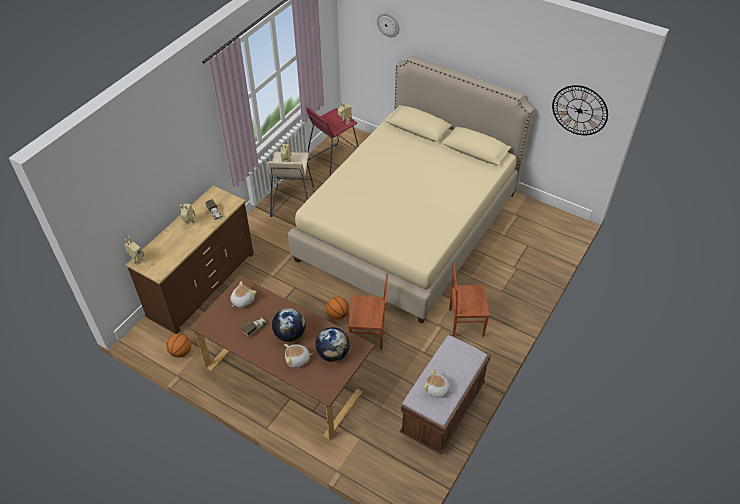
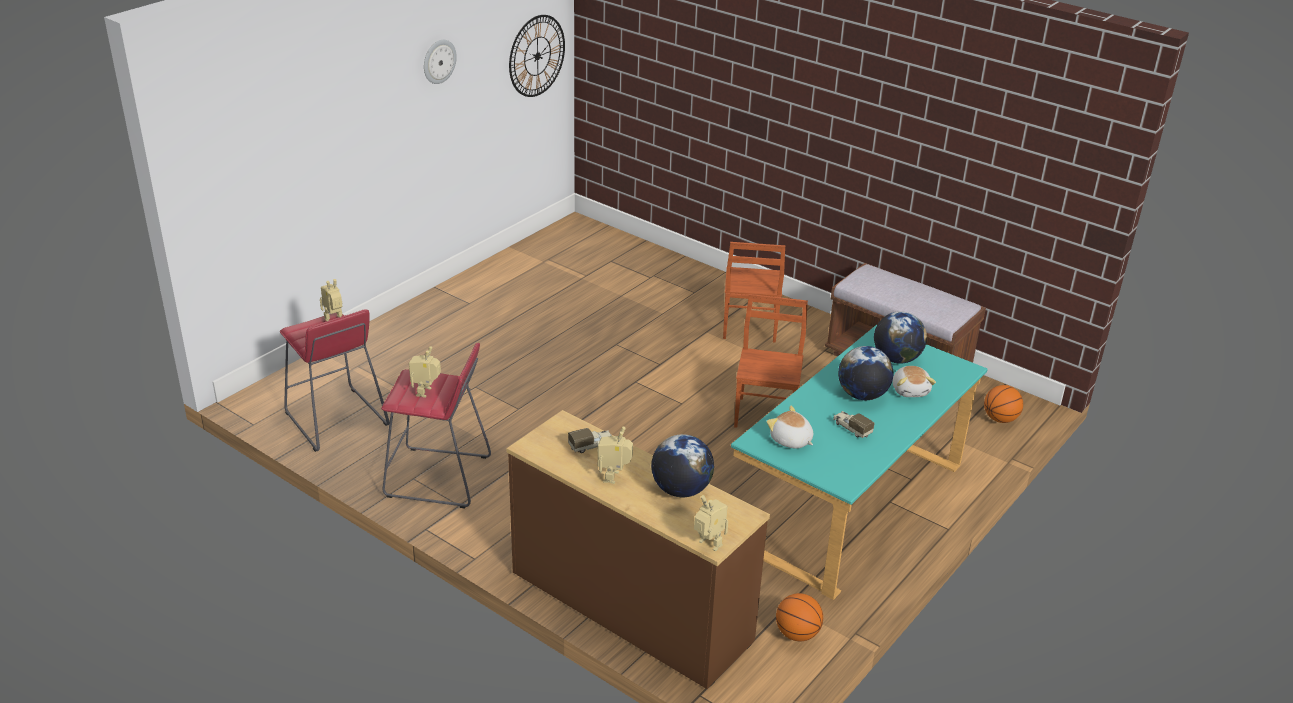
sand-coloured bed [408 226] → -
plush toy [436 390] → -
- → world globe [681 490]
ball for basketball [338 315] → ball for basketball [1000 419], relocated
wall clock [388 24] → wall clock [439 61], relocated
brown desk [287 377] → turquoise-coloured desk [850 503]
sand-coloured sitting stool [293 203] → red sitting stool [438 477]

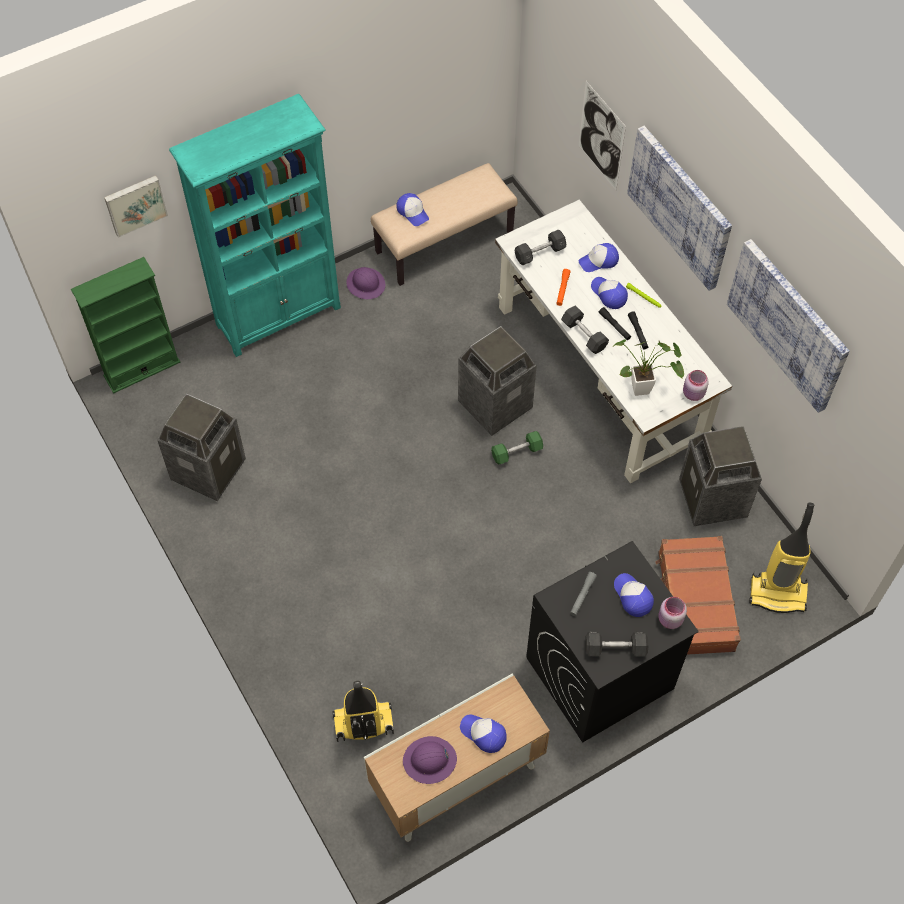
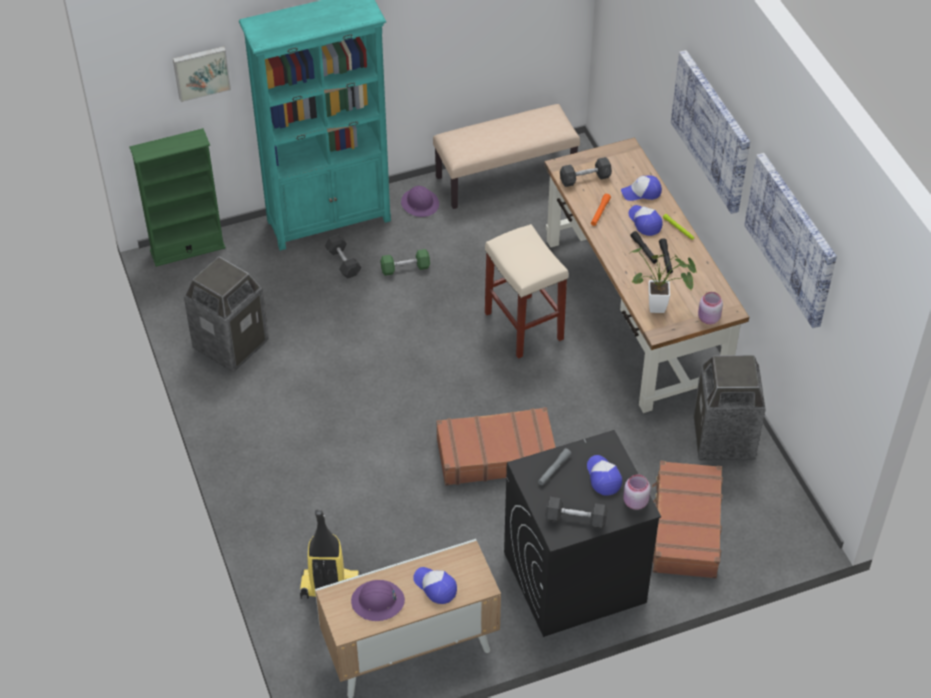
baseball cap [413 212] → -
wall art [601 136] → -
vacuum [778 593] → -
- → brown travel case [495 454]
green-coloured dumbbell [517 452] → green-coloured dumbbell [405 268], relocated
gray dumbbell [584 335] → gray dumbbell [343 262], relocated
trash can [494 405] → sand-coloured sitting stool [522 325]
white desk [601 373] → brown desk [635 311]

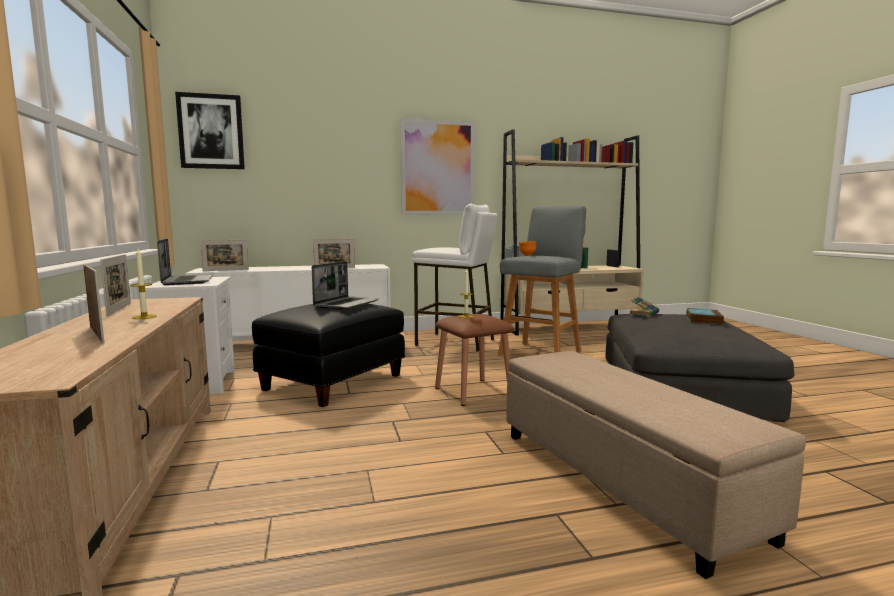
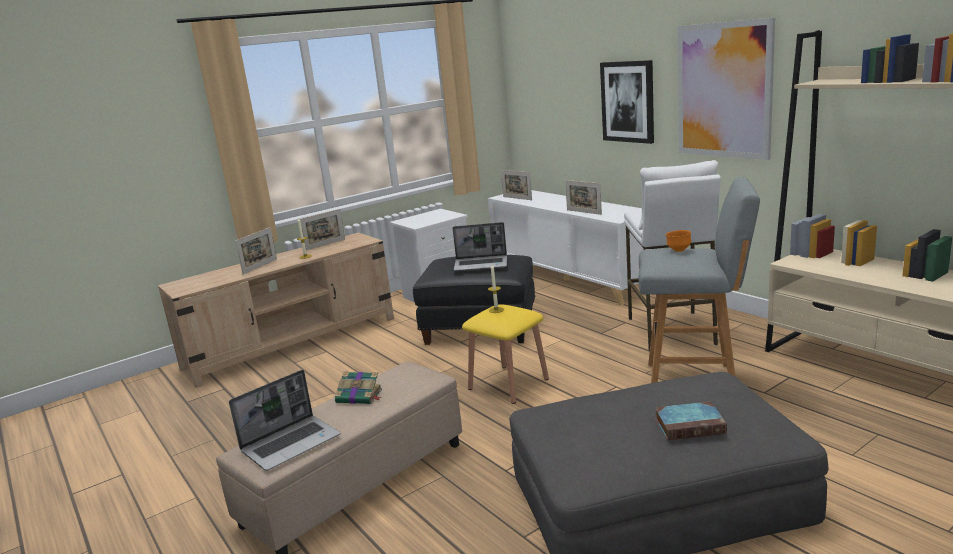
laptop [187 281] → laptop [291 443], relocated
wall art [211 132] → wall art [628 101], relocated
bound book [643 314] → bound book [360 396], relocated
brown sitting stool [473 391] → yellow sitting stool [508 384]

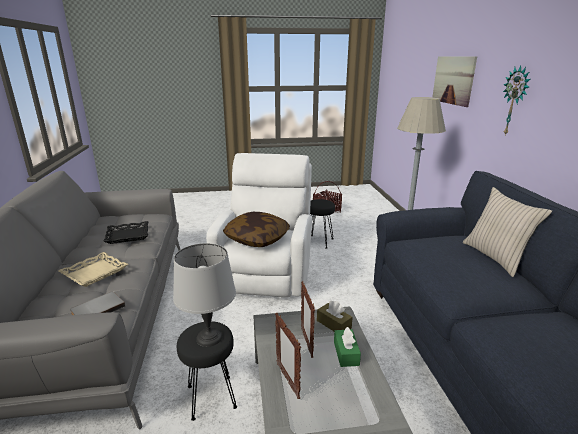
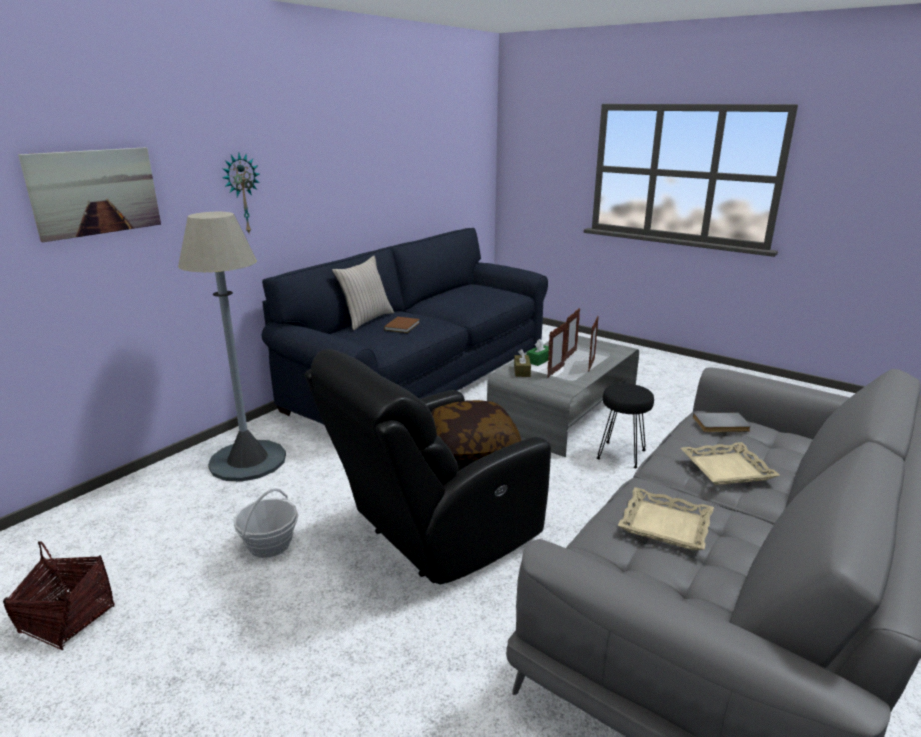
gray lamp for a table [210 337] → -
- → brown bound book [403 326]
- → photo frame [570 355]
black-coloured sitting stool [319 241] → household basket [269 544]
black-coloured carrying tray [128 235] → sand-coloured carrying tray [665 525]
white easy chair [266 273] → black-coloured easy chair [434 535]

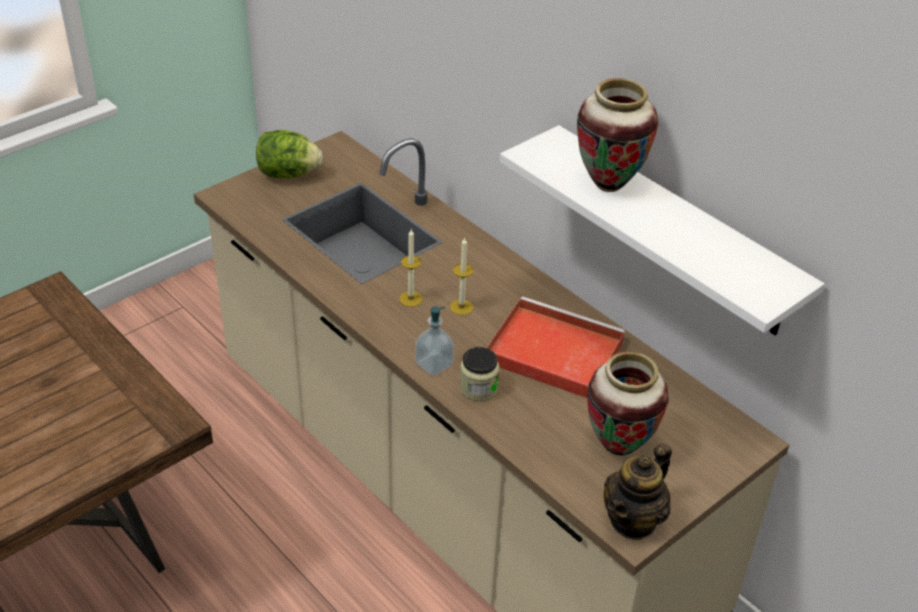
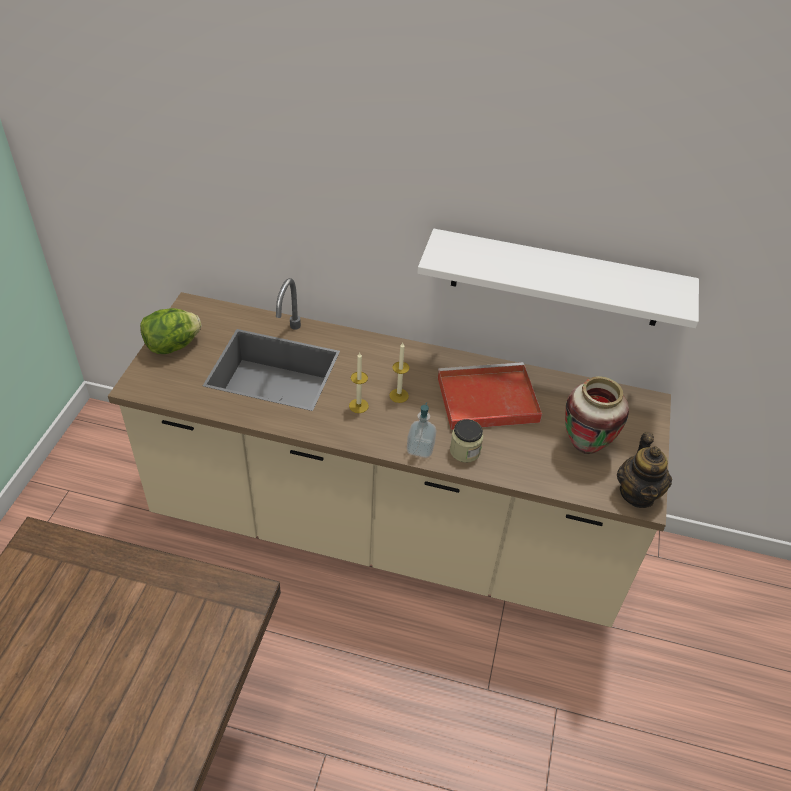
vase [609 185] → -

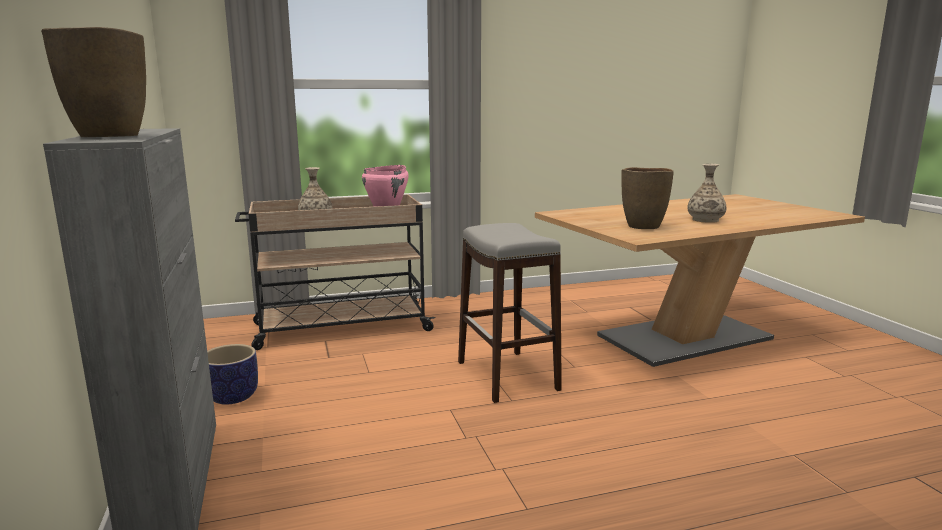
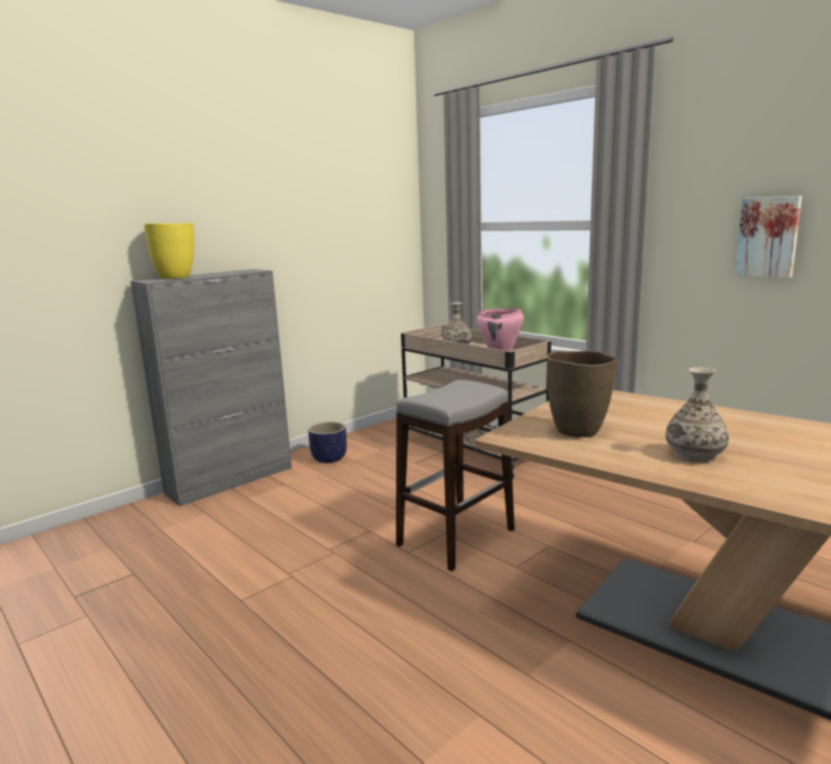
- → wall art [768 237]
brown vase [109 137] → yellow vase [175 277]

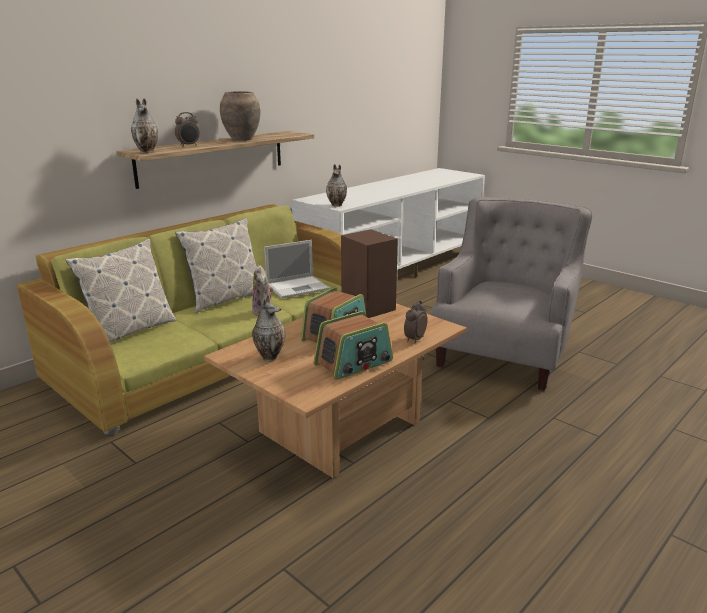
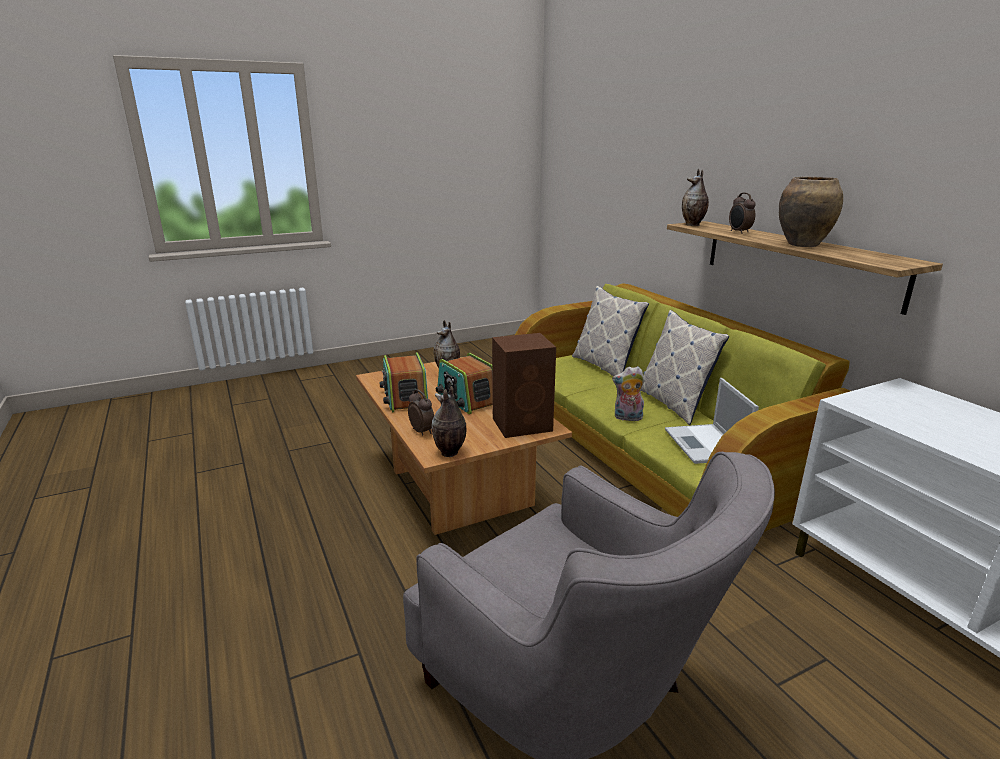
vase [337 205] → vase [449 453], relocated

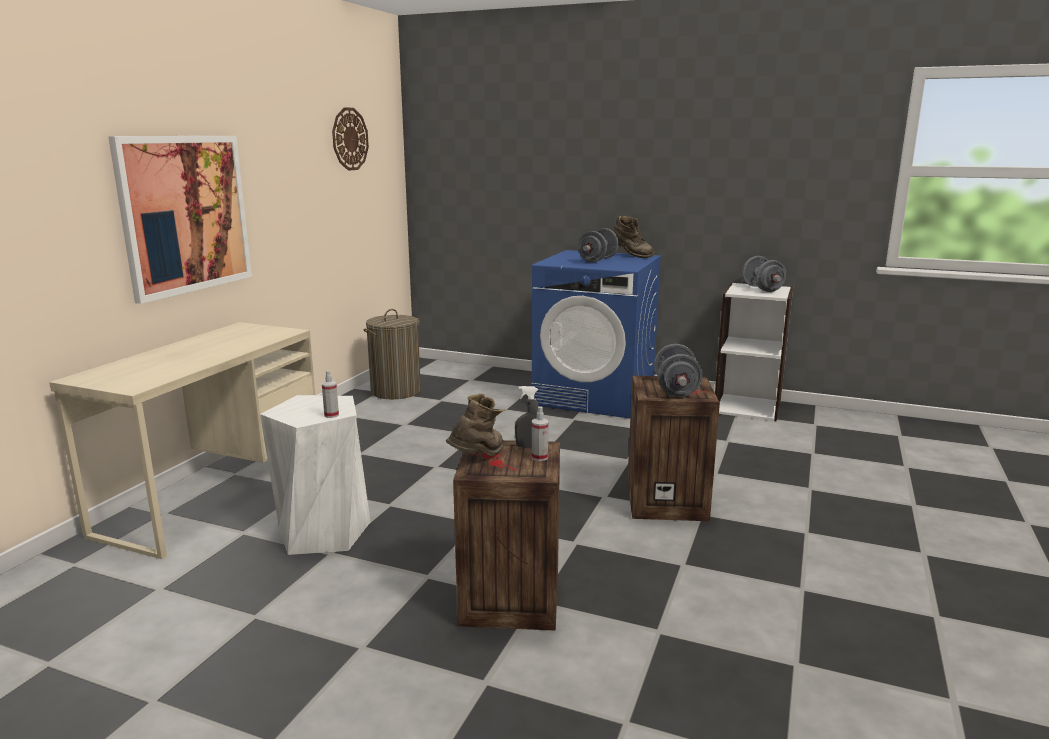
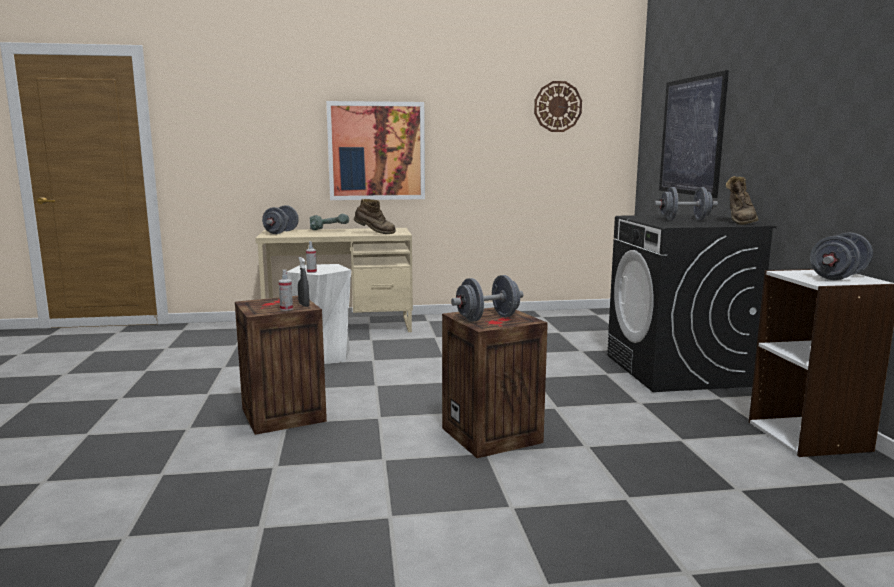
hamper [396 391] → -
- → gray dumbbell [281 232]
- → electric drill [330 230]
- → wall art [691 136]
brown high-top boot [478 459] → brown high-top boot [375 233], relocated
bluish washing machine [595 396] → black-coloured washing machine [677 370]

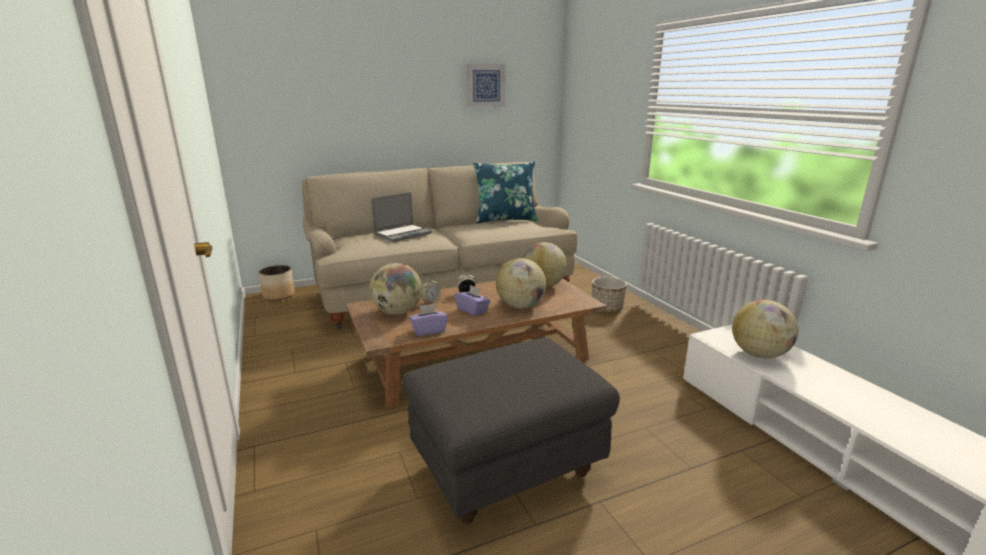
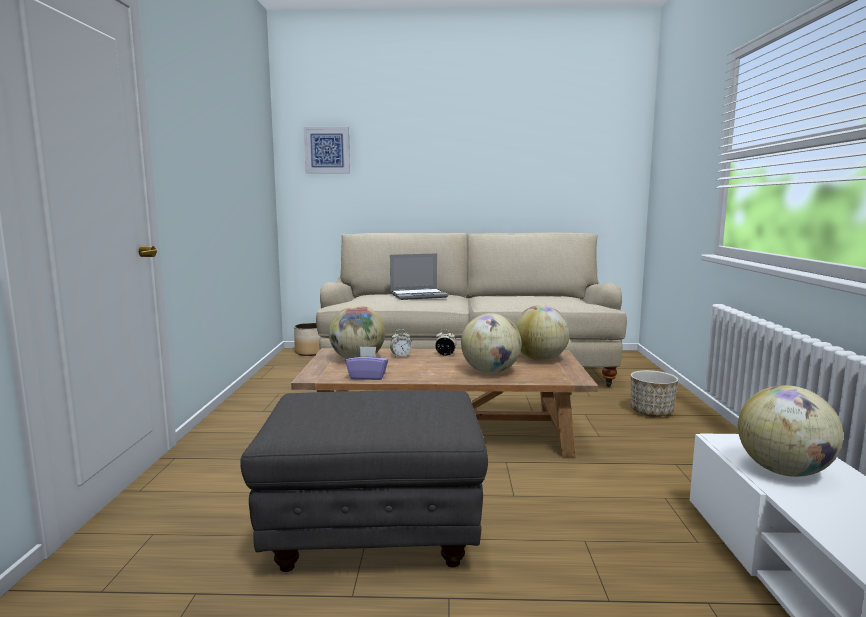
purple box of tissues [472 310] → -
bluish cushion [505 219] → -
wall art [485 85] → wall art [327 150], relocated

